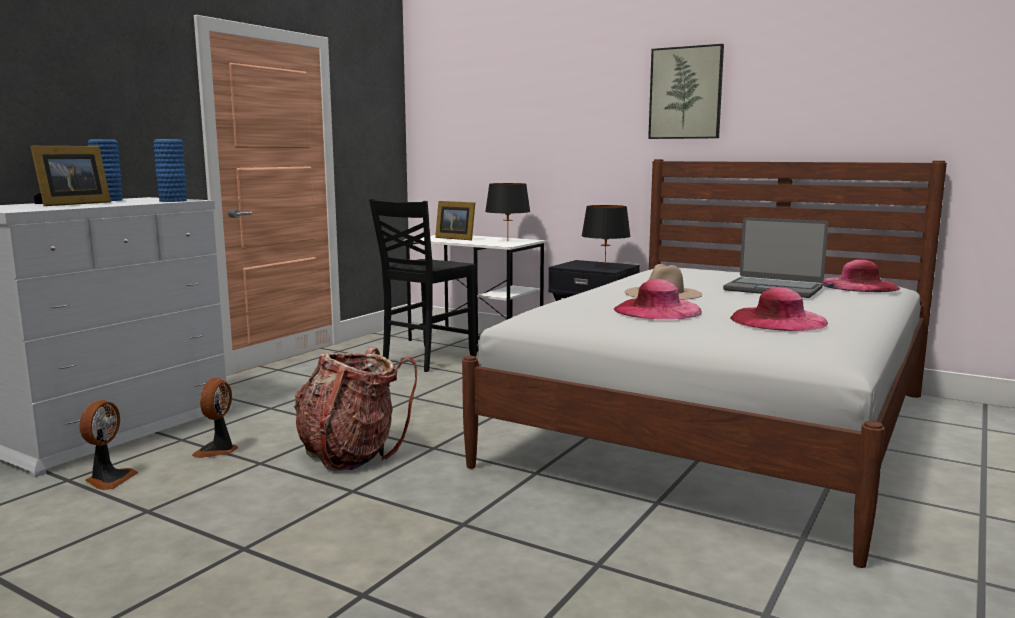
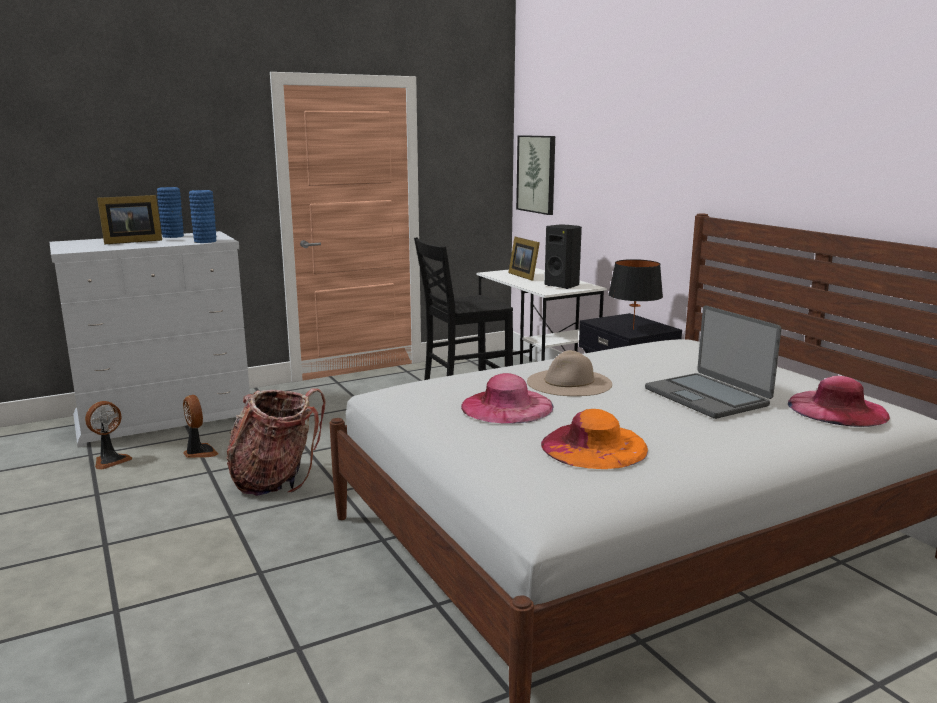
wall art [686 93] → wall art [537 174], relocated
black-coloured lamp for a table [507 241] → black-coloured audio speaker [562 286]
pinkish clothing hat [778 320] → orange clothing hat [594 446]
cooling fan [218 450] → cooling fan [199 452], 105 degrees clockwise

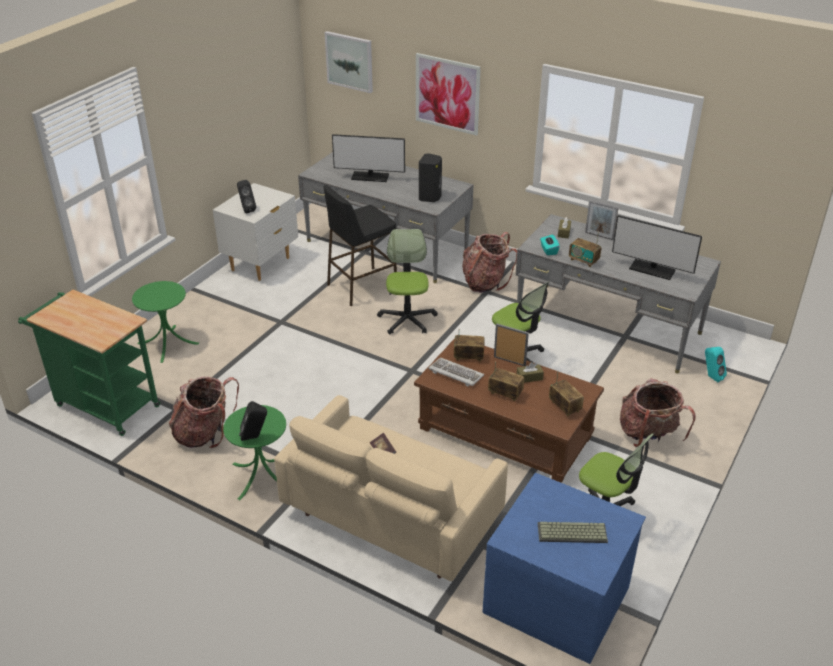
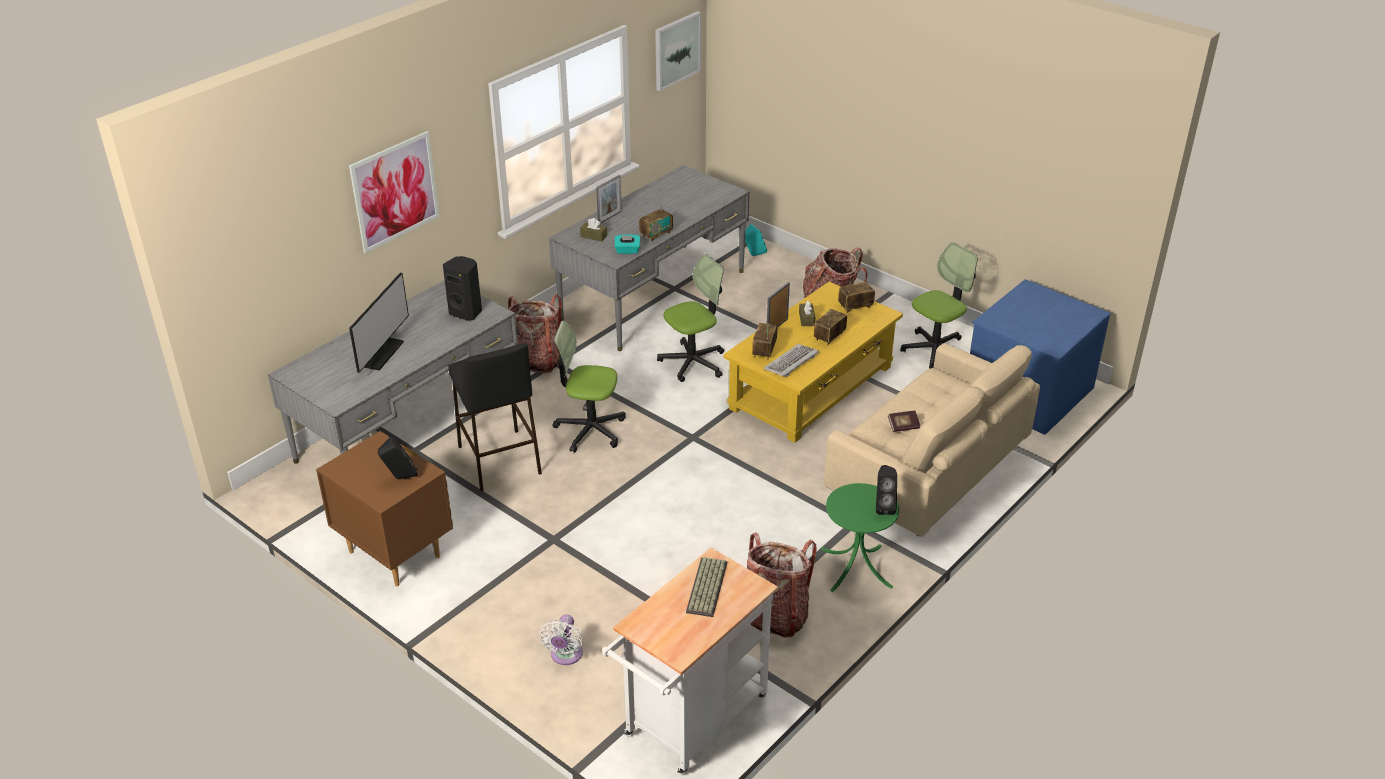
computer display [652 270] → -
wall art [349 61] → wall art [676 50], relocated
computer keyboard [571 534] → computer keyboard [708 588], relocated
green-coloured side table [168 343] → white cooling fan [565 656]
green-coloured trolley [103 404] → white trolley [690 723]
white nightstand [261 264] → brown nightstand [395 553]
brown coffee table [504 432] → yellow coffee table [810 387]

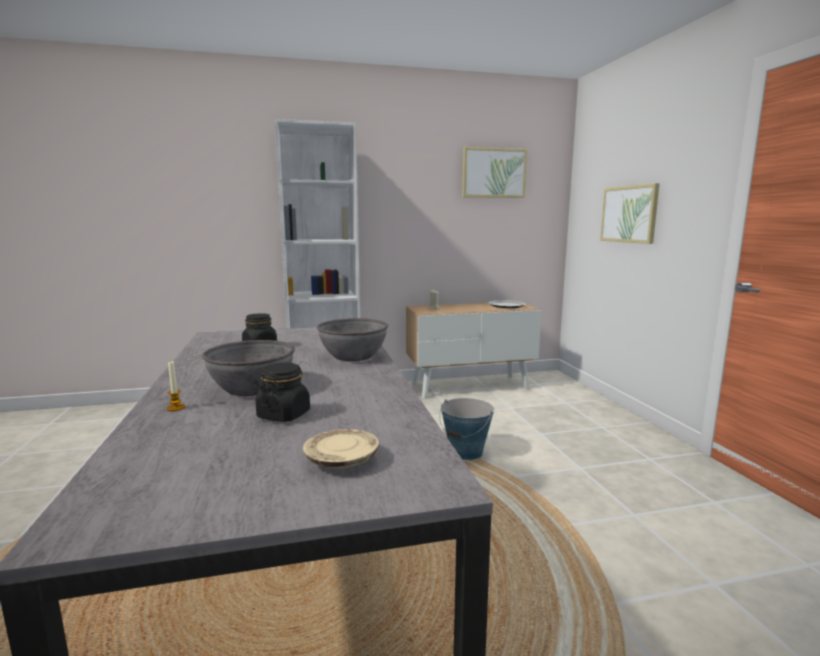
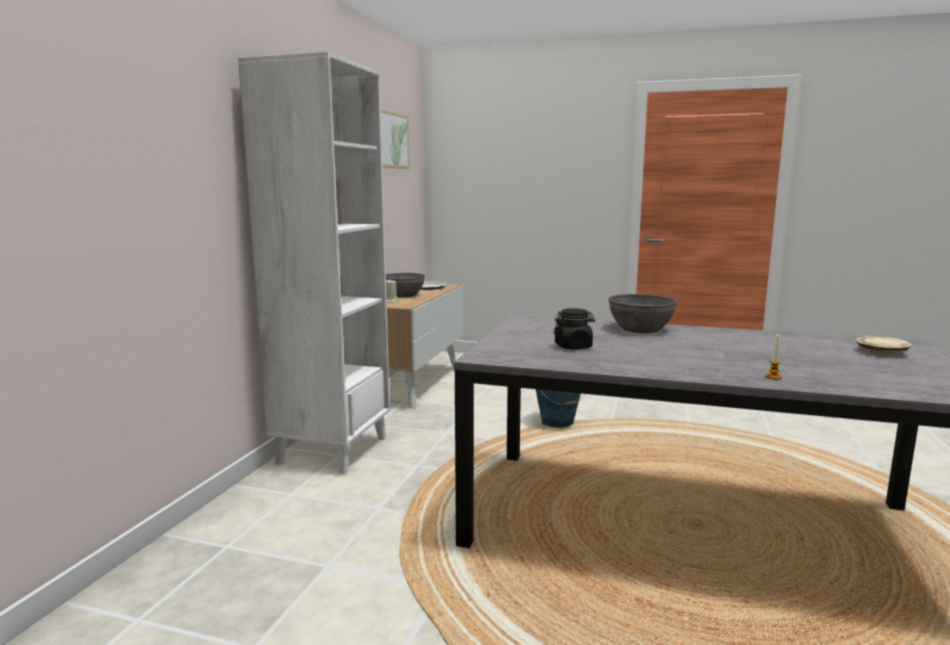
black-coloured storage jar [284 415] → -
wall art [629 214] → -
gray bowl [252 388] → gray bowl [403 295], relocated

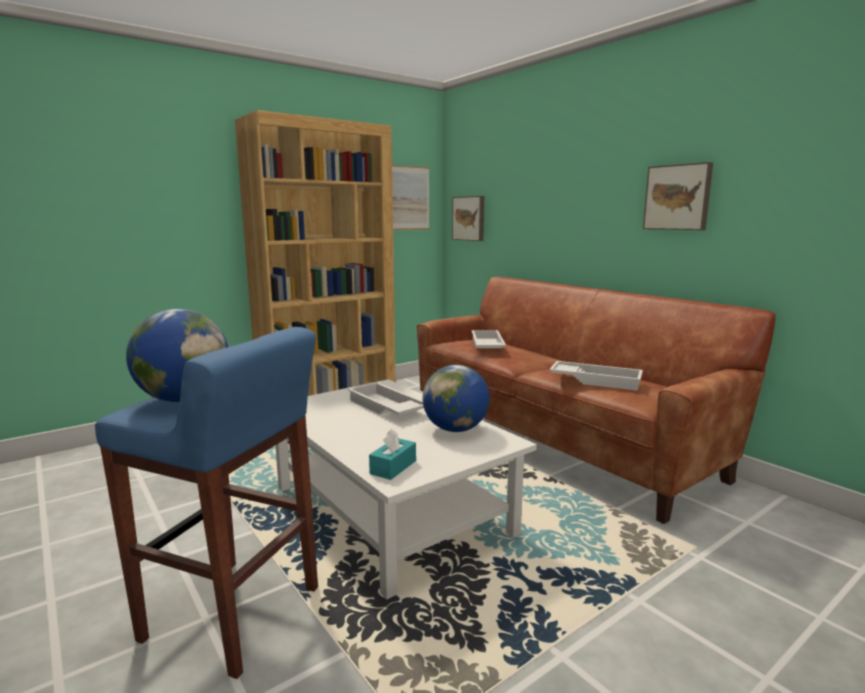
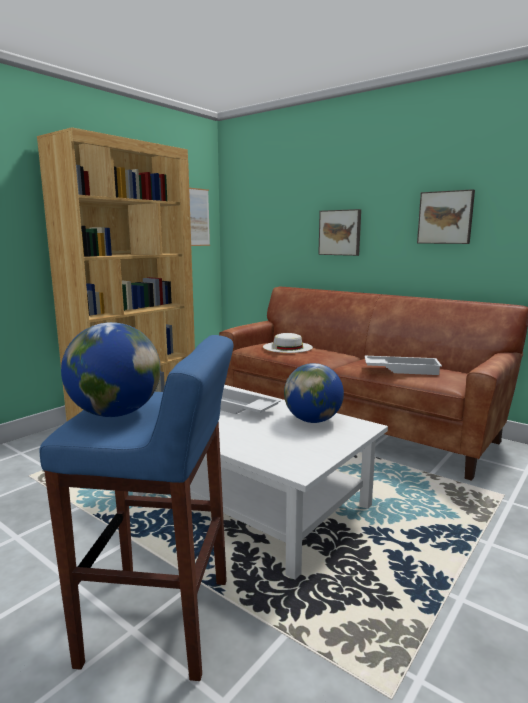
turquoise-coloured box of tissues [393 467] → -
wall art [469 218] → wall art [340 232], relocated
white carrying tray [486 346] → white clothing hat [287 347]

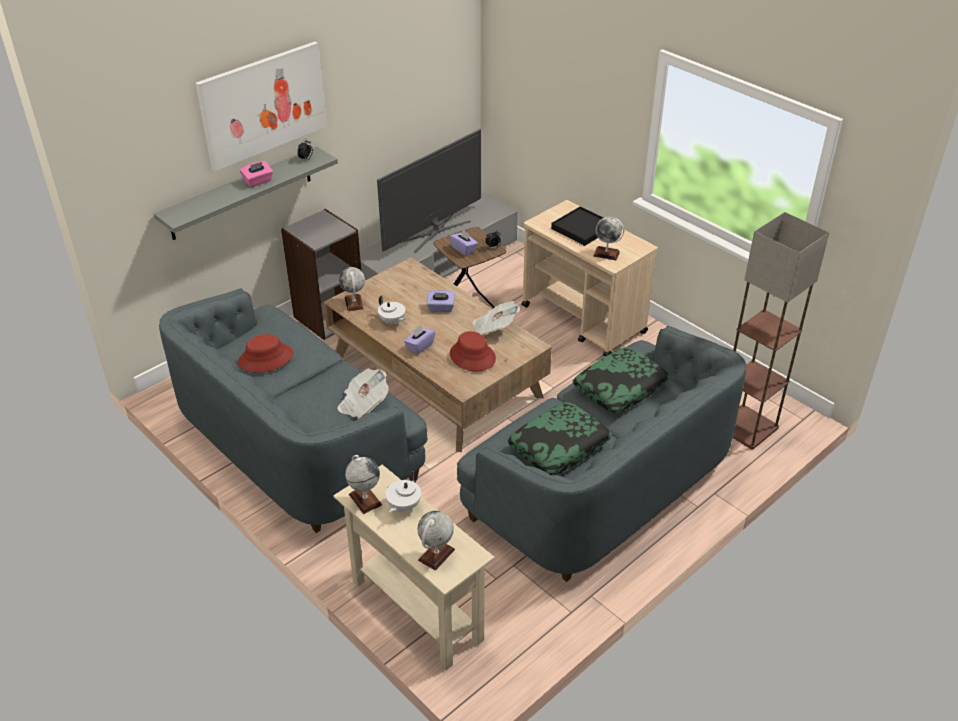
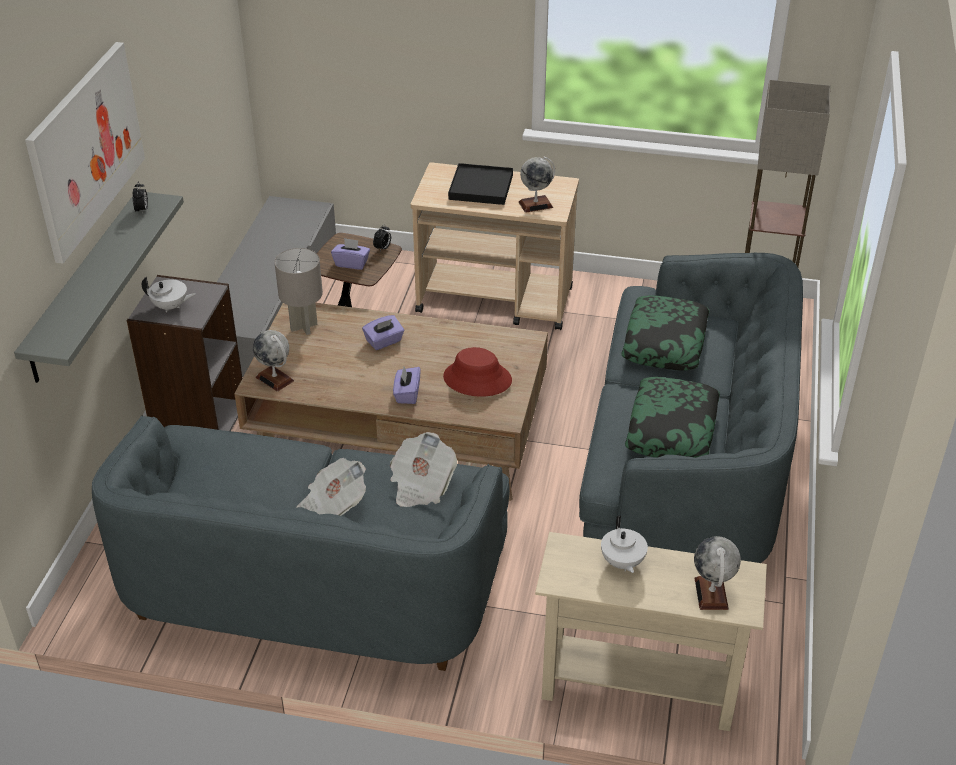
red clothing hat [266 359] → -
pinkish box of tissues [258 181] → -
world globe [365 499] → -
TV set [434 231] → -
- → gray lamp for a table [304 327]
white teapot [392 321] → white teapot [170 307], relocated
newspaper [494 328] → newspaper [332 506], relocated

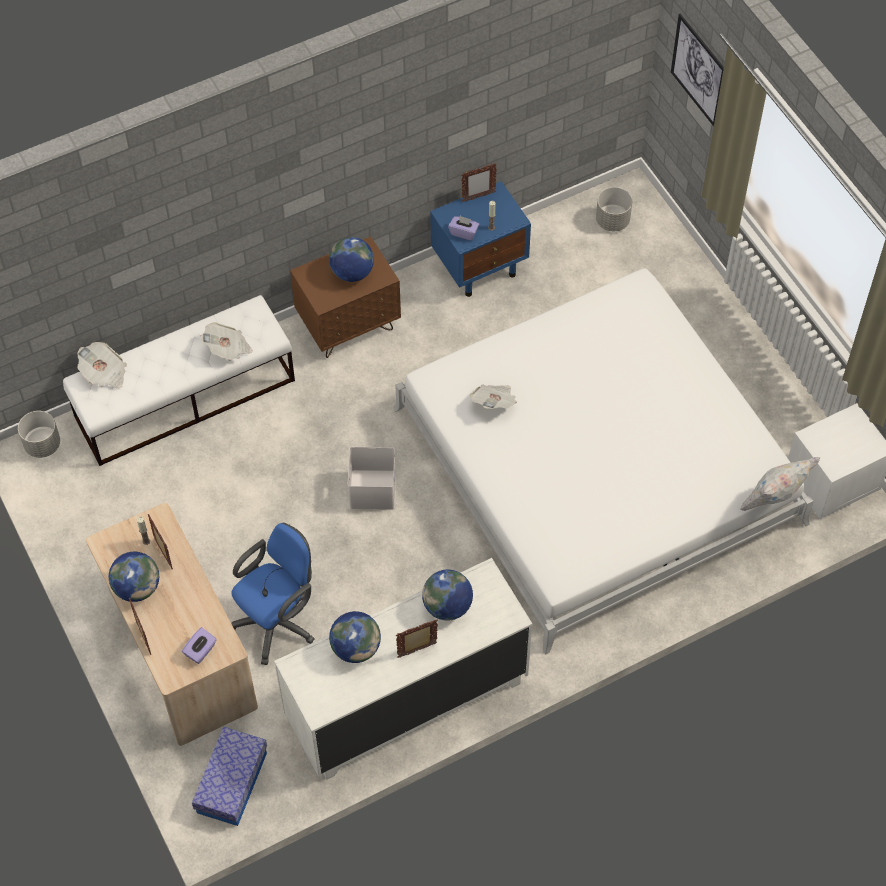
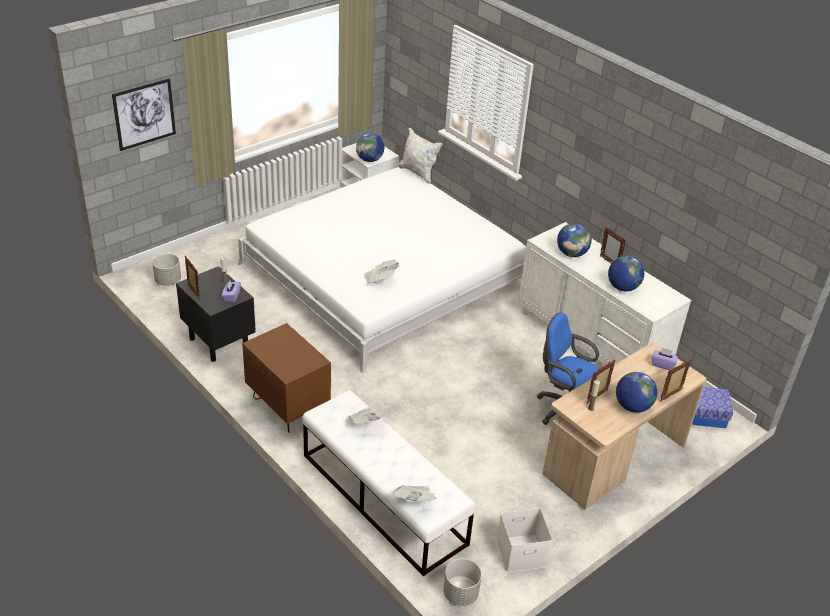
world globe [352 272] → world globe [369 160], relocated
white storage box [371 489] → white storage box [520 554], relocated
bluish nightstand [480 267] → black-coloured nightstand [218 341]

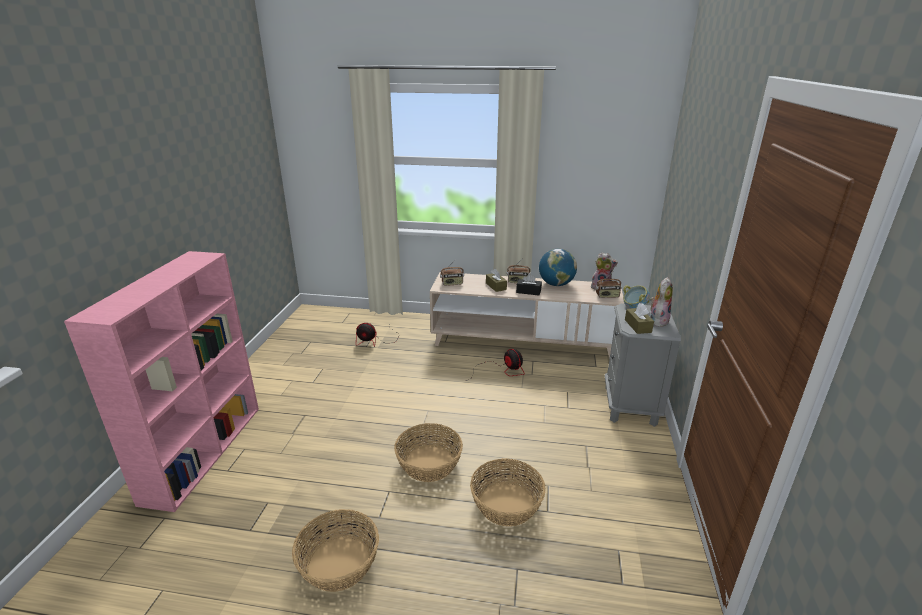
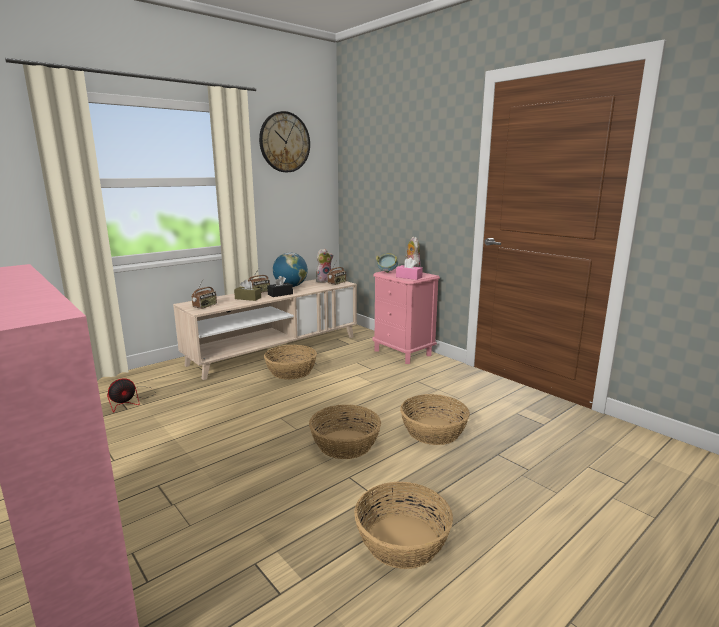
- → wall clock [284 142]
cooling fan [501 371] → household basket [291 371]
gray nightstand [630 405] → pinkish nightstand [403 353]
brown box of tissues [638 326] → pinkish box of tissues [409 277]

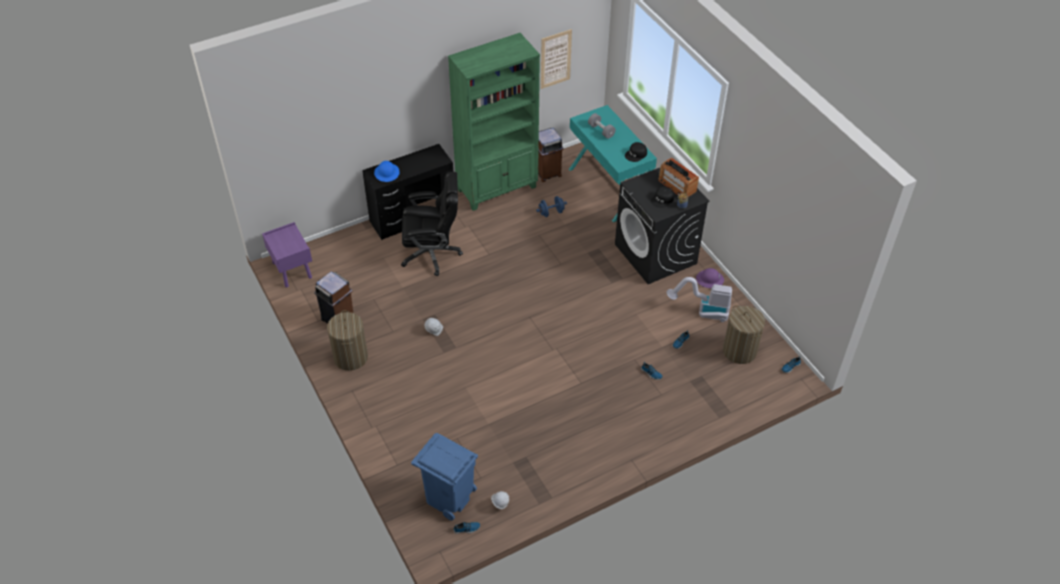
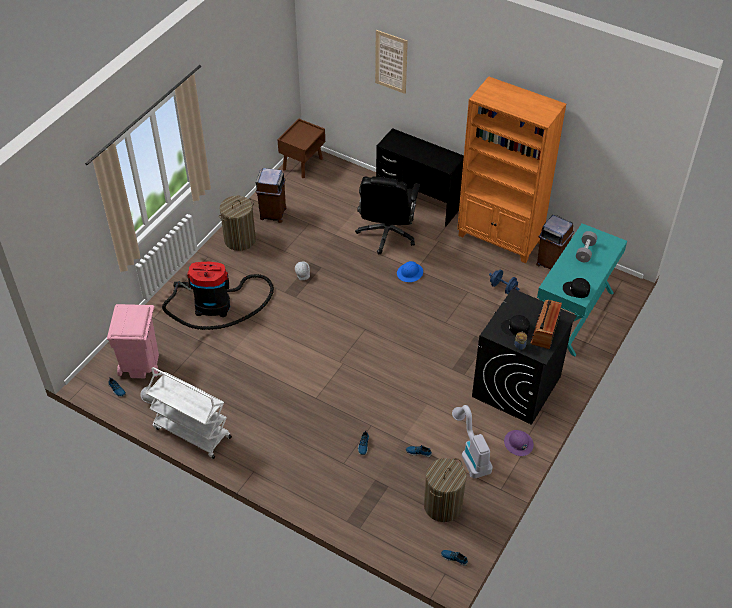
- → white trolley [191 432]
- → vacuum [217 305]
bluish hard hat [387 173] → bluish hard hat [410 273], relocated
wall art [555 59] → wall art [391 62], relocated
purple nightstand [291 270] → brown nightstand [302 164]
bluish trash can [449 497] → pinkish trash can [140 364]
green-coloured shelving unit [497 188] → orange shelving unit [500 239]
black-coloured office chair [432 253] → black-coloured office chair [387 234], 45 degrees clockwise

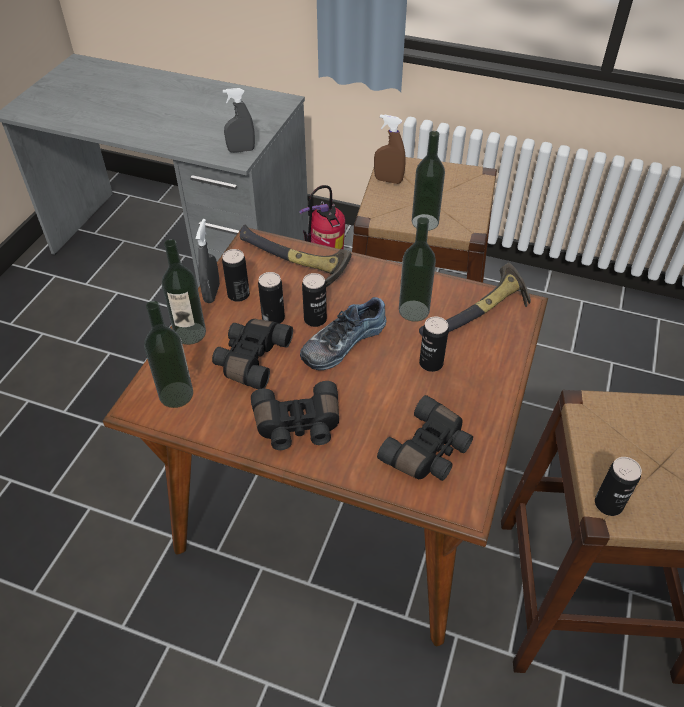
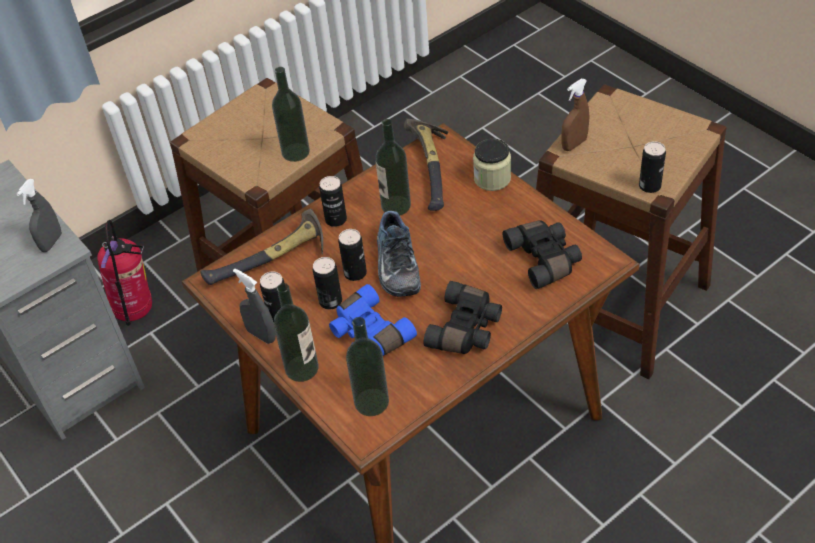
- → storage jar [492 179]
brown sprayer [388 180] → brown sprayer [574 144], relocated
can [431 363] → can [336 219], relocated
black-coloured binoculars [251 359] → bluish binoculars [368 334]

